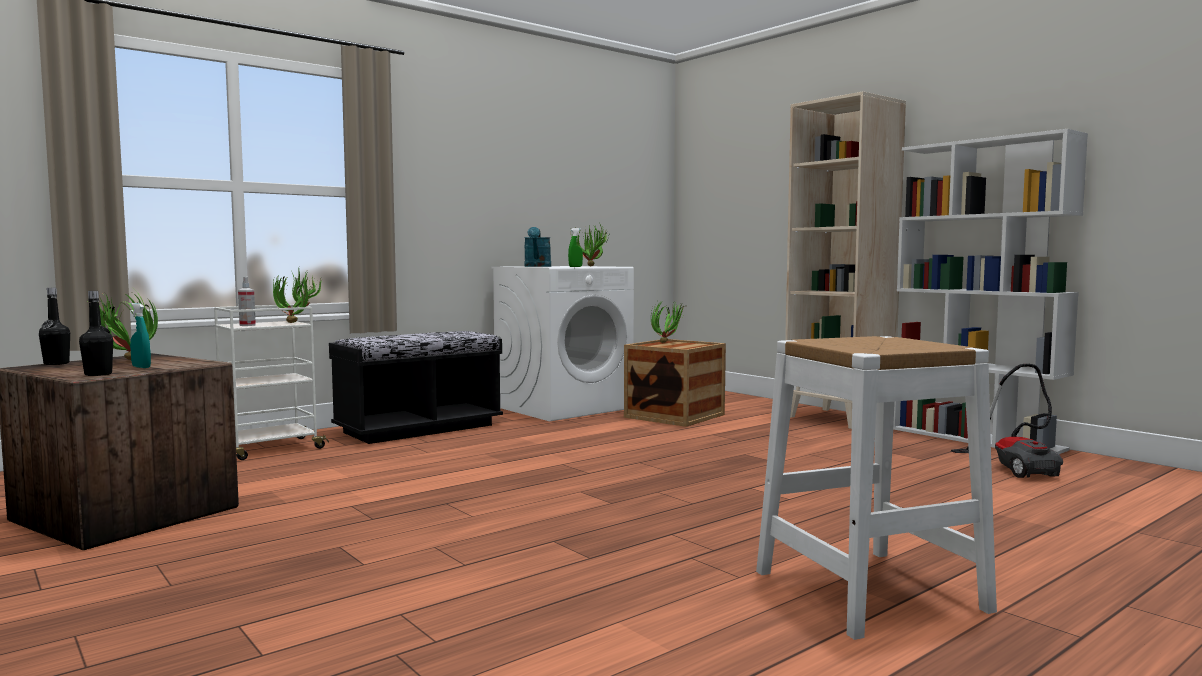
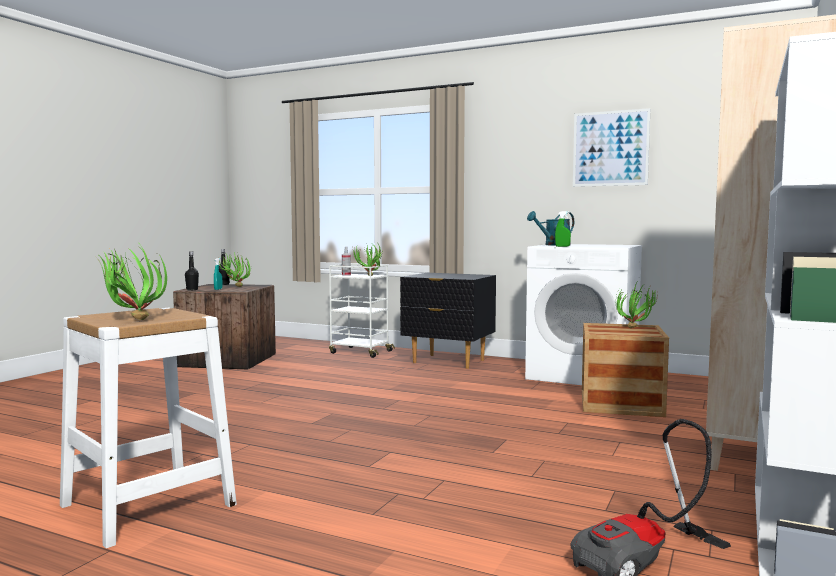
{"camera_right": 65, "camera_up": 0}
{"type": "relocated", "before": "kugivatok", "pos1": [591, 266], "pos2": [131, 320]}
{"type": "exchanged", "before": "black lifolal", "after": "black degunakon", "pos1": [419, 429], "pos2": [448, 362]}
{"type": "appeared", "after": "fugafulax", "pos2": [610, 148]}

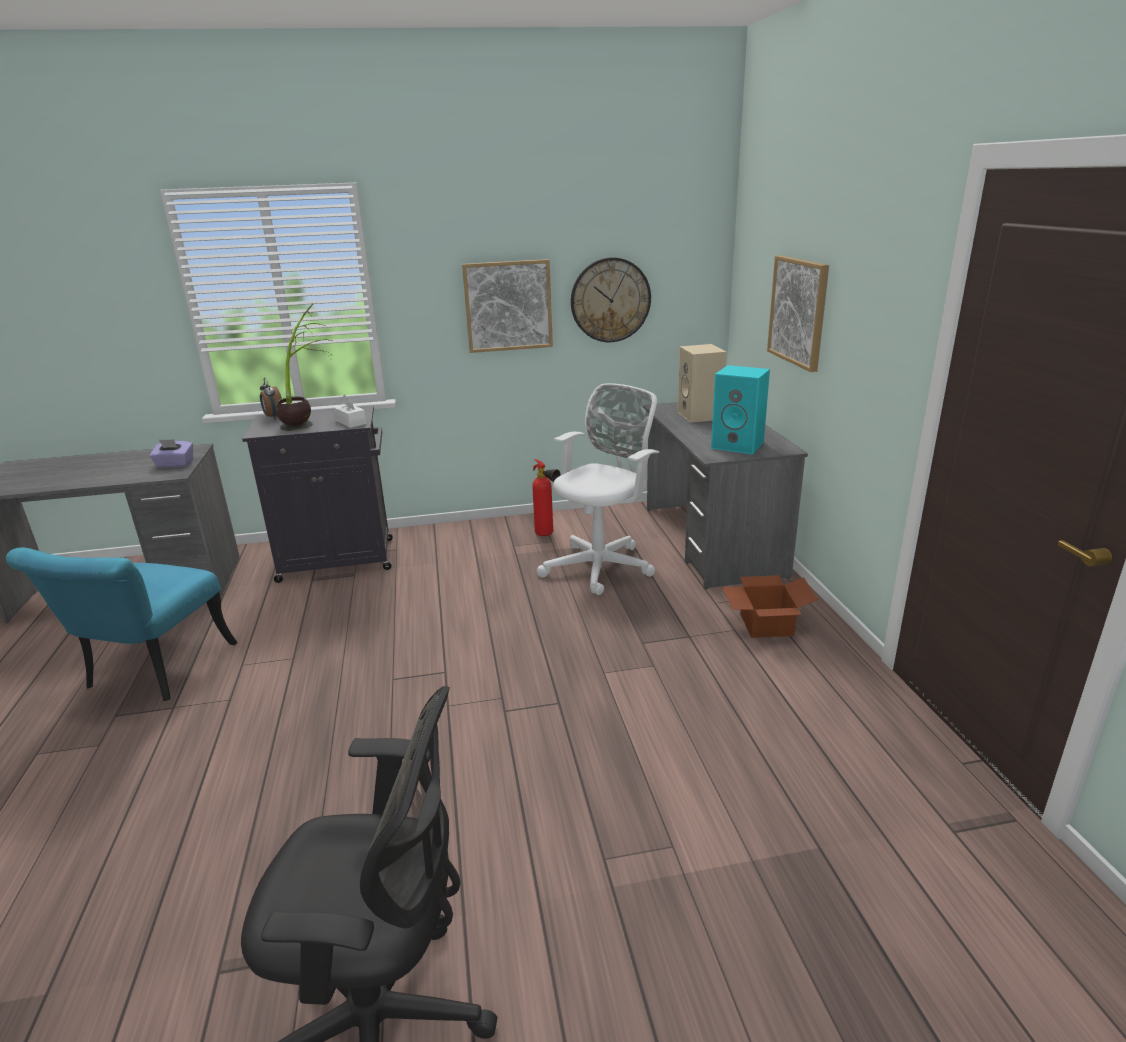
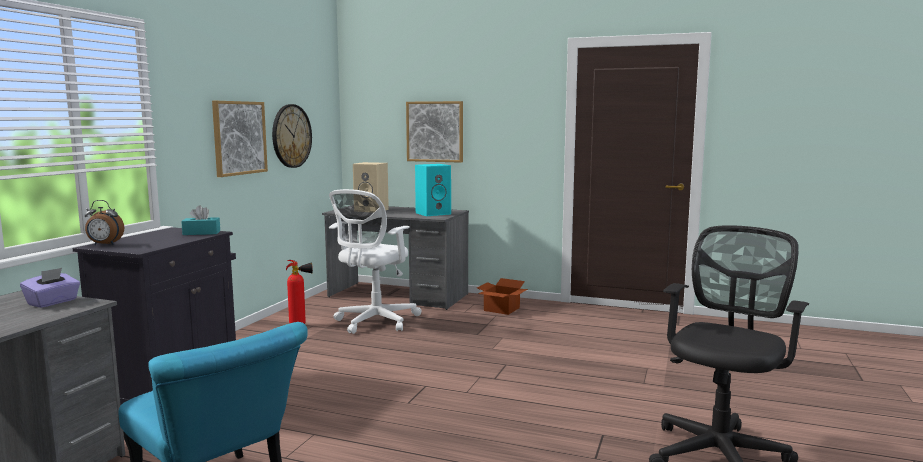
{"camera_right": -60, "camera_up": -15}
{"type": "missing", "before": "kugivatok", "pos1": [309, 420]}
{"type": "spun", "before": "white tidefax", "pos1": [602, 566], "pos2": [374, 322], "turn": -135}
{"type": "colour", "before": "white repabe", "after": "turquoise repabe", "pos1": [350, 422], "pos2": [201, 233]}

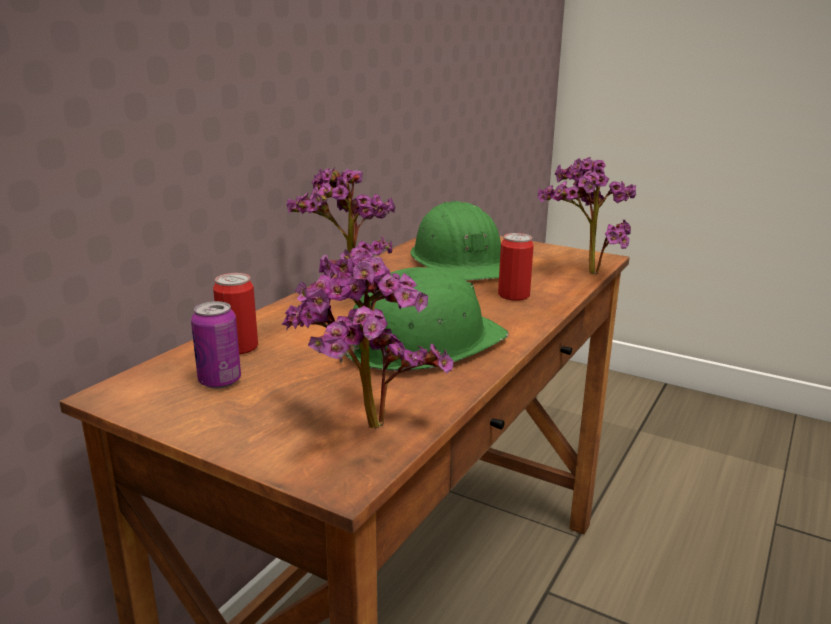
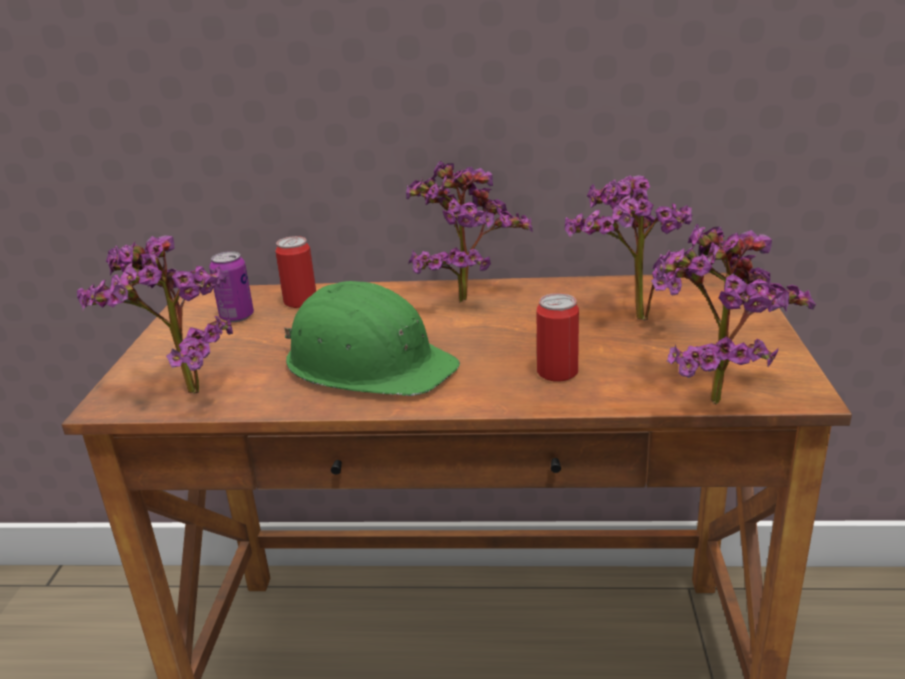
{"camera_right": 65, "camera_up": 5}
{"type": "exchanged", "before": "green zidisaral", "after": "kugivatok", "pos1": [460, 262], "pos2": [630, 317]}

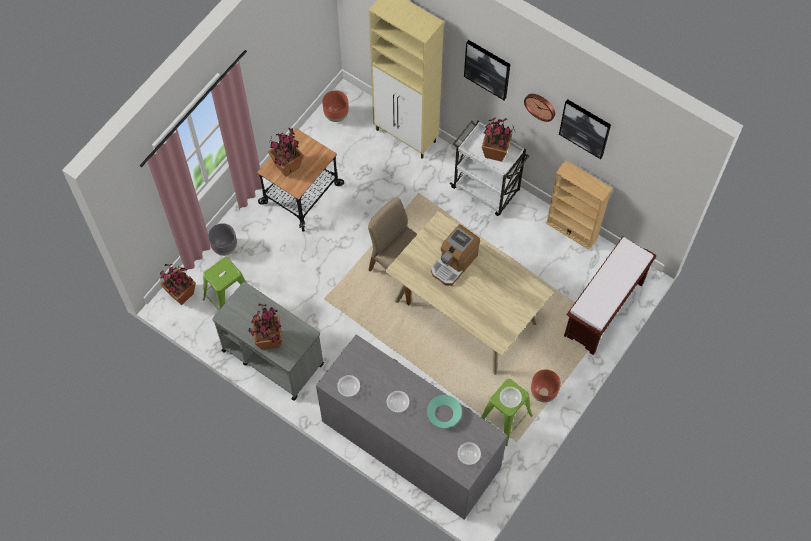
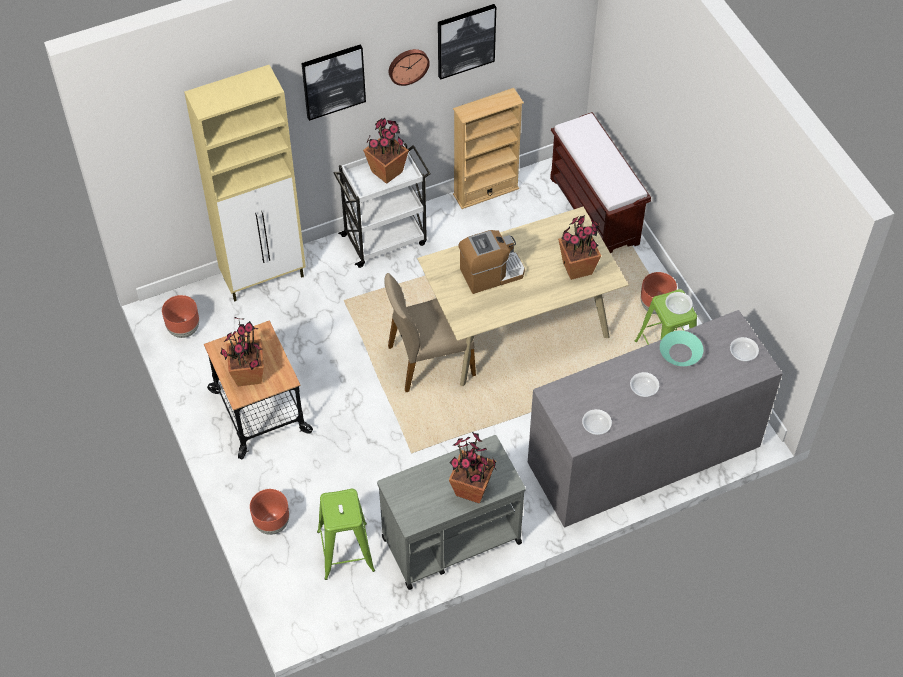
{"camera_right": -60, "camera_up": -10}
{"type": "colour", "before": "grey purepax", "after": "brown purepax", "pos1": [225, 247], "pos2": [271, 523]}
{"type": "spun", "before": "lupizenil", "pos1": [454, 263], "pos2": [491, 273], "turn": -90}
{"type": "relocated", "before": "kugivatok", "pos1": [182, 294], "pos2": [577, 268]}

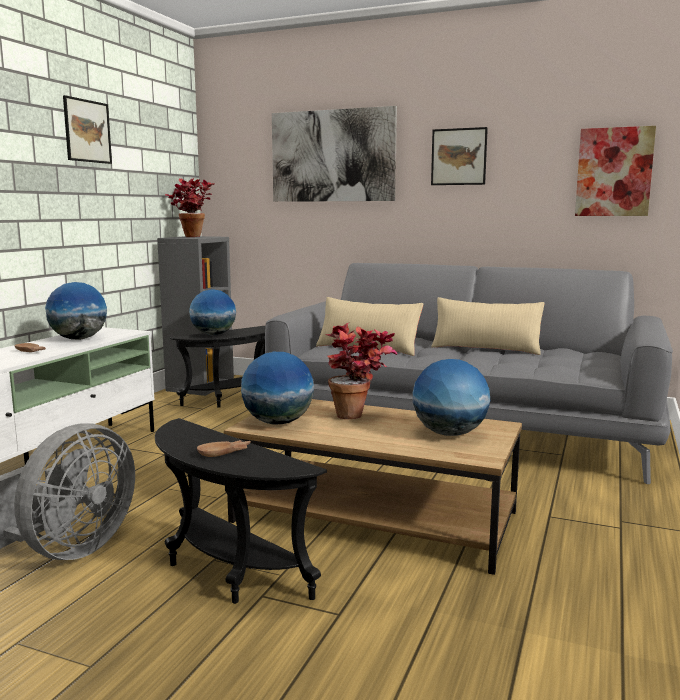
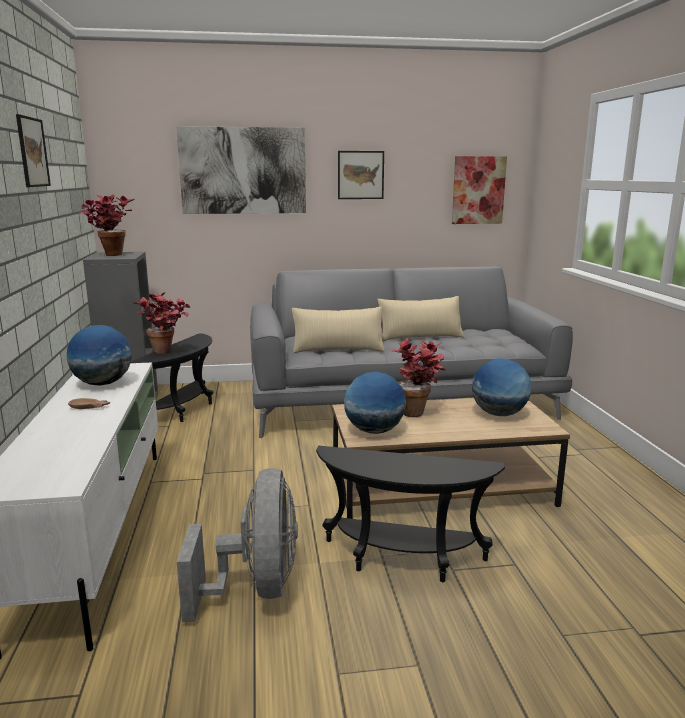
{"camera_right": -30, "camera_up": 5}
{"type": "exchanged", "before": "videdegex", "after": "kugivatok", "pos1": [213, 335], "pos2": [167, 353]}
{"type": "missing", "before": "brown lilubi", "pos1": [225, 453]}

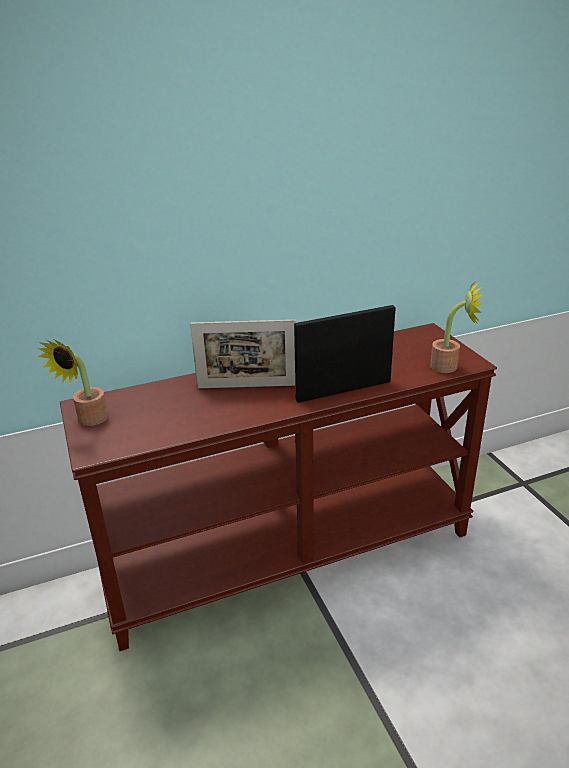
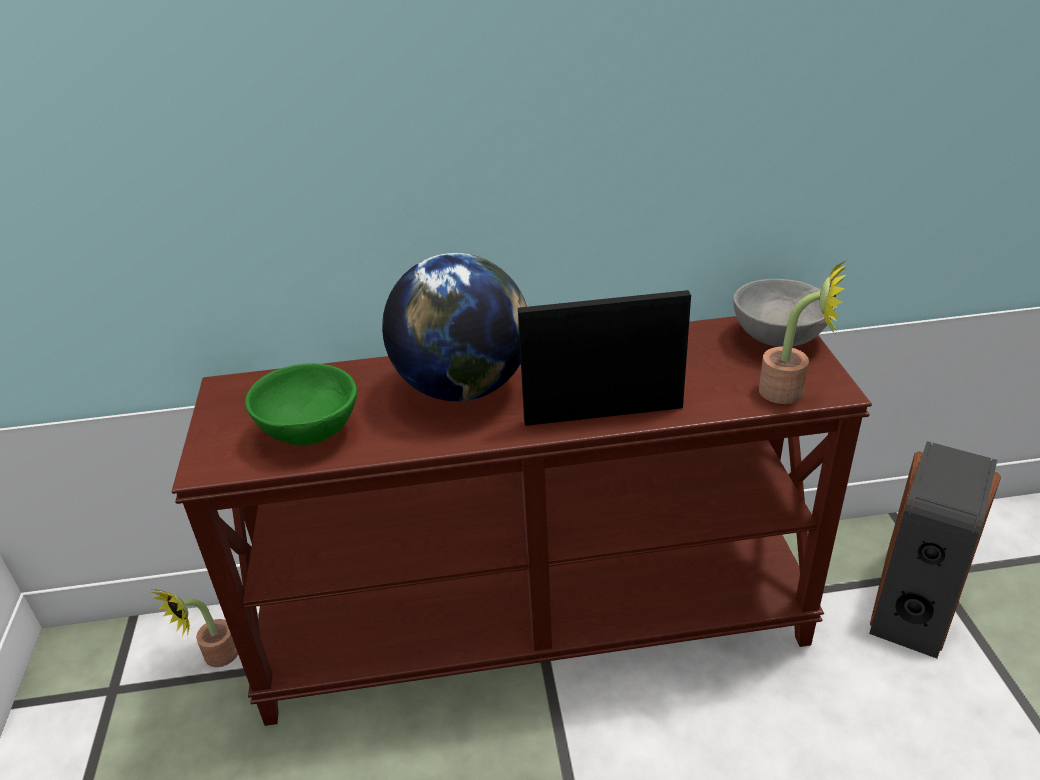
{"camera_right": 15, "camera_up": 5}
{"type": "exchanged", "before": "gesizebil", "after": "videdegex", "pos1": [247, 386], "pos2": [463, 387]}
{"type": "relocated", "before": "kugivatok", "pos1": [88, 420], "pos2": [215, 658]}
{"type": "appeared", "after": "grey lilubi", "pos2": [777, 337]}
{"type": "appeared", "after": "green lilubi", "pos2": [310, 430]}
{"type": "appeared", "after": "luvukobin", "pos2": [915, 601]}

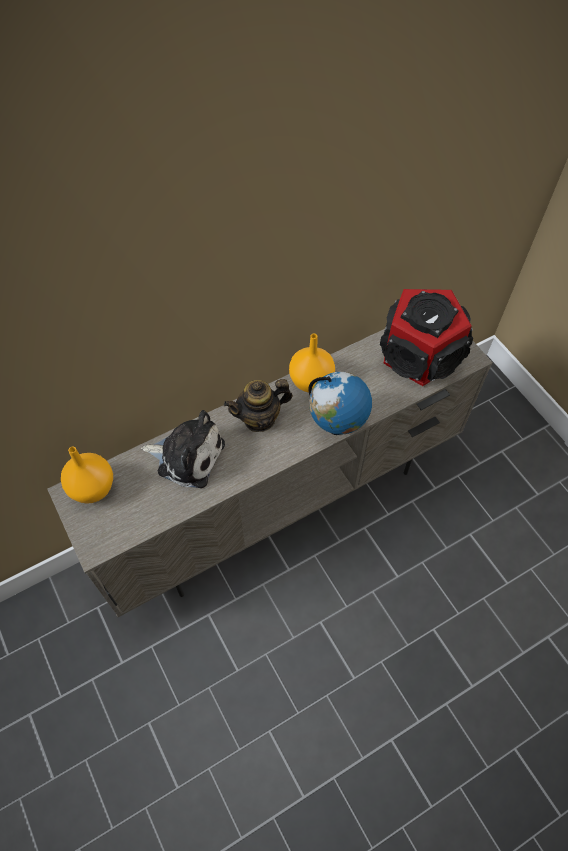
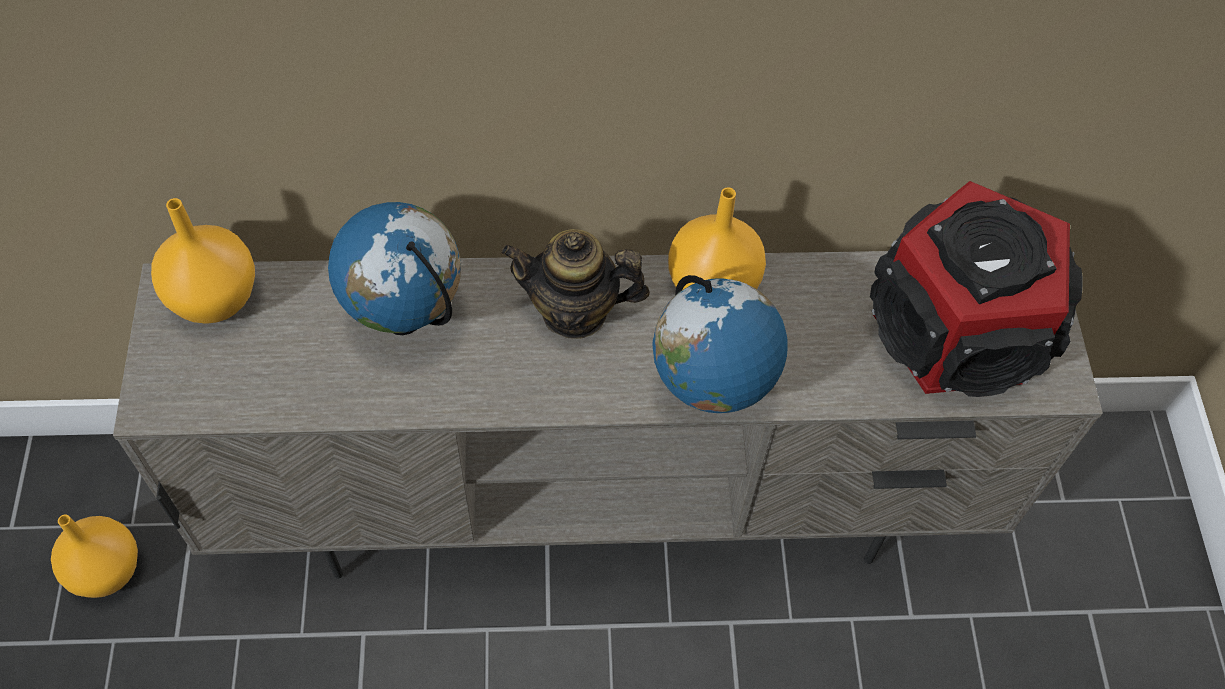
{"camera_right": 25, "camera_up": 0}
{"type": "exchanged", "before": "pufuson", "after": "videdegex", "pos1": [187, 456], "pos2": [406, 318]}
{"type": "appeared", "after": "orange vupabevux", "pos2": [107, 569]}

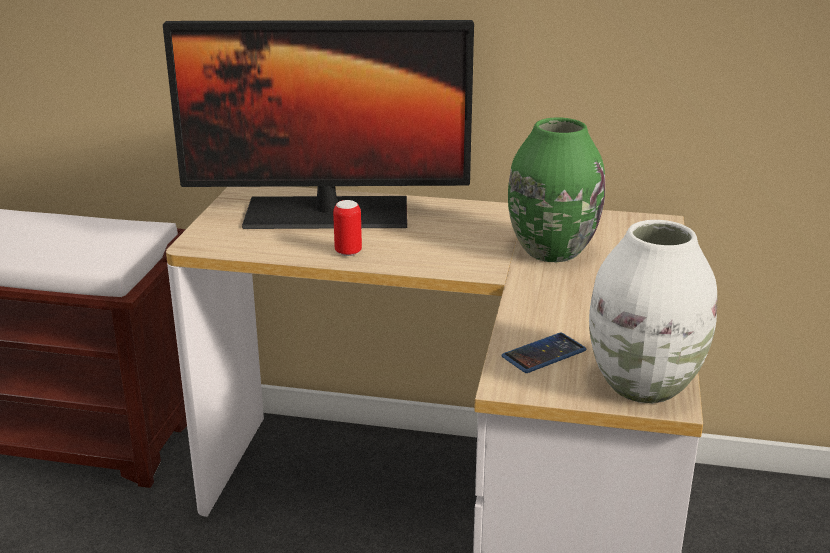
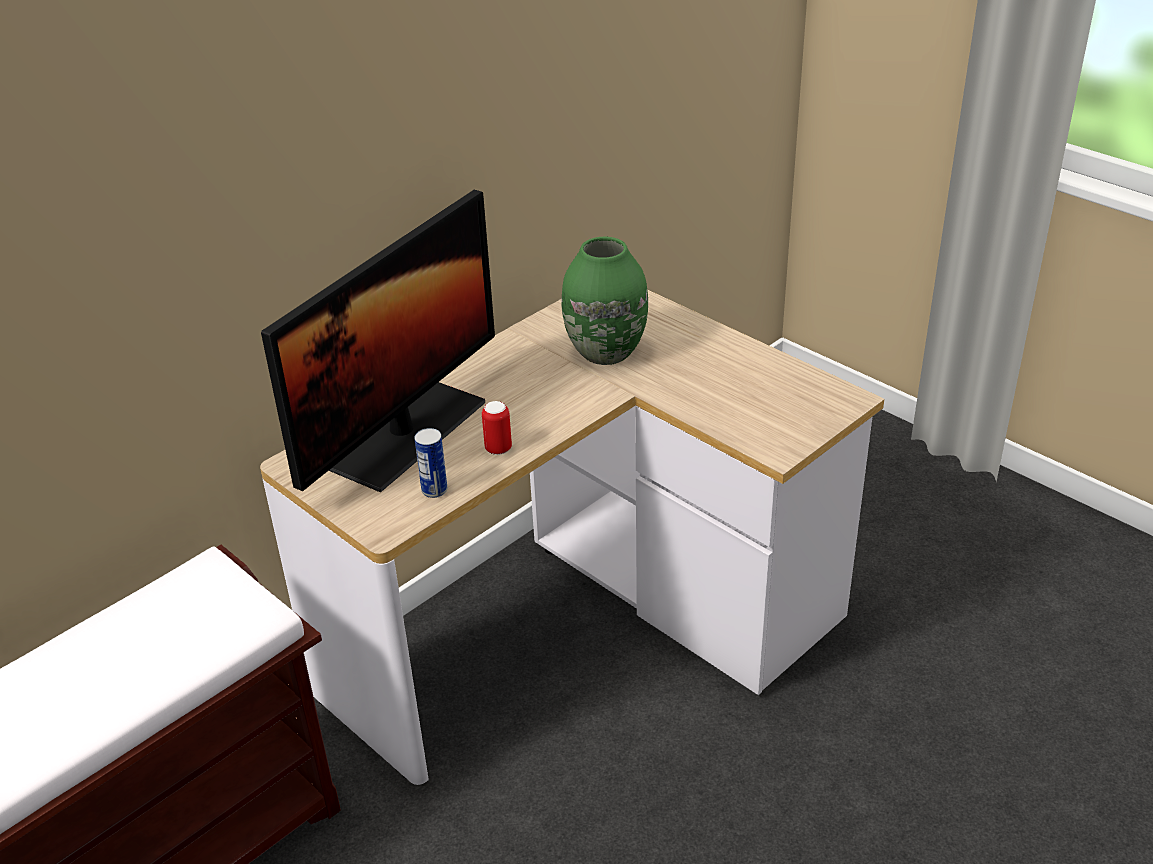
{"camera_right": -55, "camera_up": 10}
{"type": "missing", "before": "white vupabevux", "pos1": [644, 386]}
{"type": "missing", "before": "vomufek", "pos1": [544, 354]}
{"type": "appeared", "after": "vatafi", "pos2": [434, 490]}

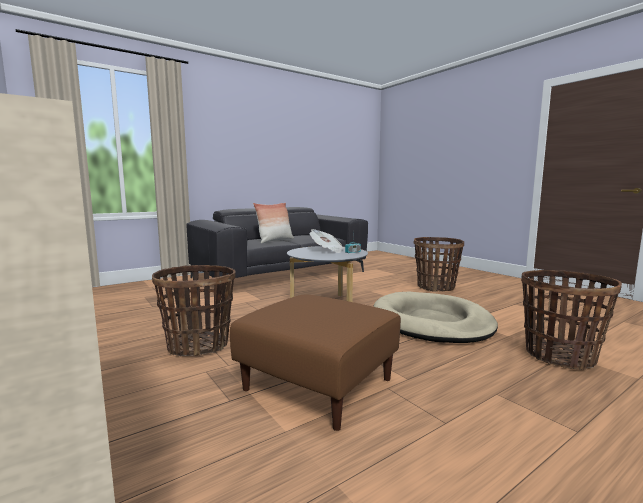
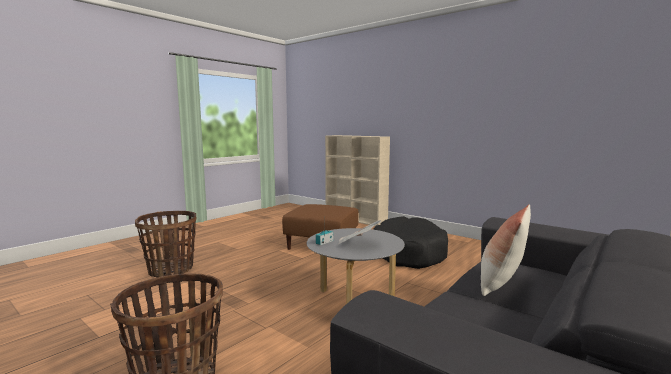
{"camera_right": 165, "camera_up": 0}
{"type": "exchanged", "before": "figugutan", "after": "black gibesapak", "pos1": [198, 345], "pos2": [408, 253]}
{"type": "missing", "before": "beige gibesapak", "pos1": [431, 322]}

